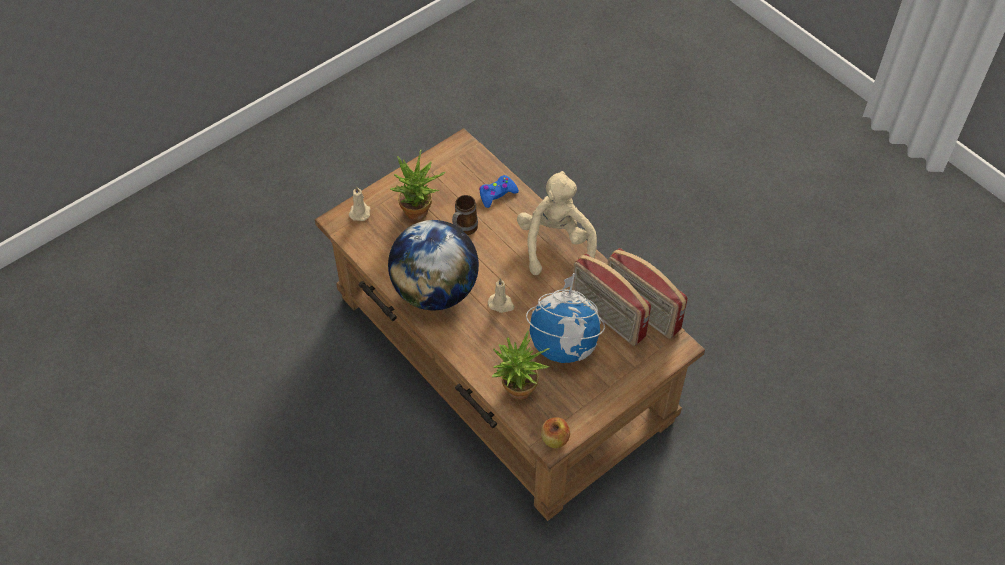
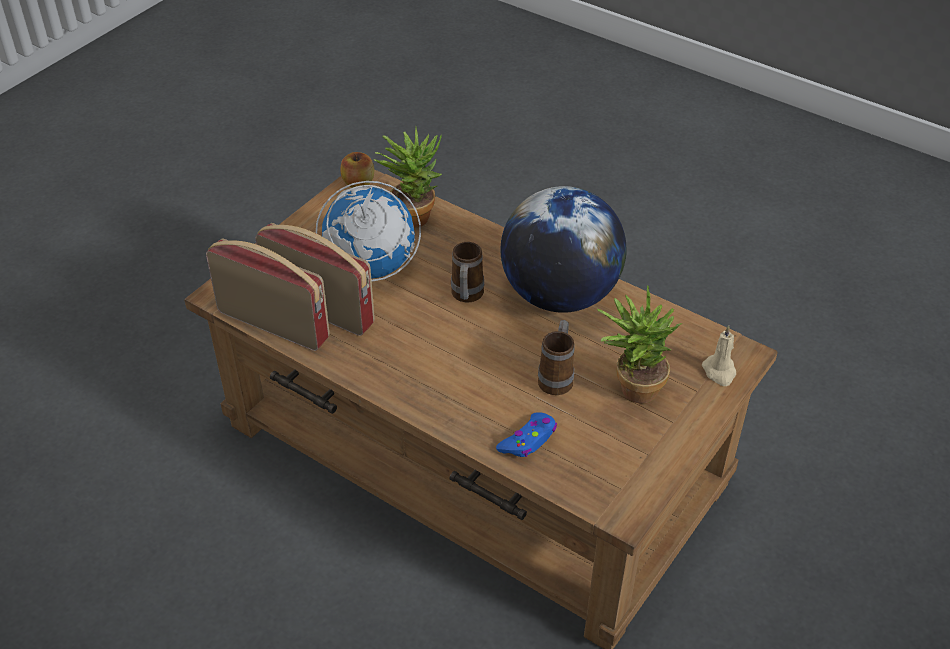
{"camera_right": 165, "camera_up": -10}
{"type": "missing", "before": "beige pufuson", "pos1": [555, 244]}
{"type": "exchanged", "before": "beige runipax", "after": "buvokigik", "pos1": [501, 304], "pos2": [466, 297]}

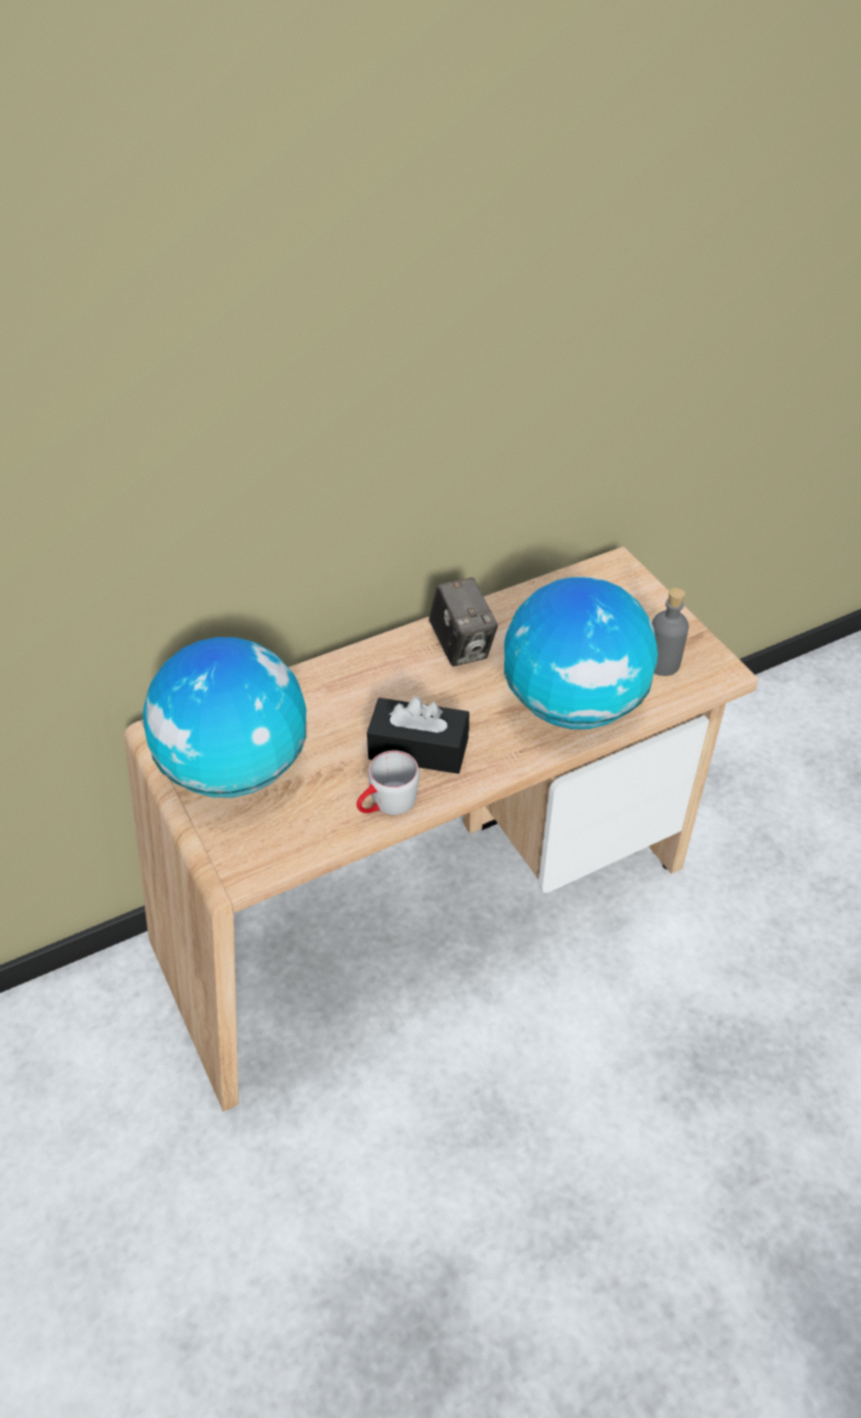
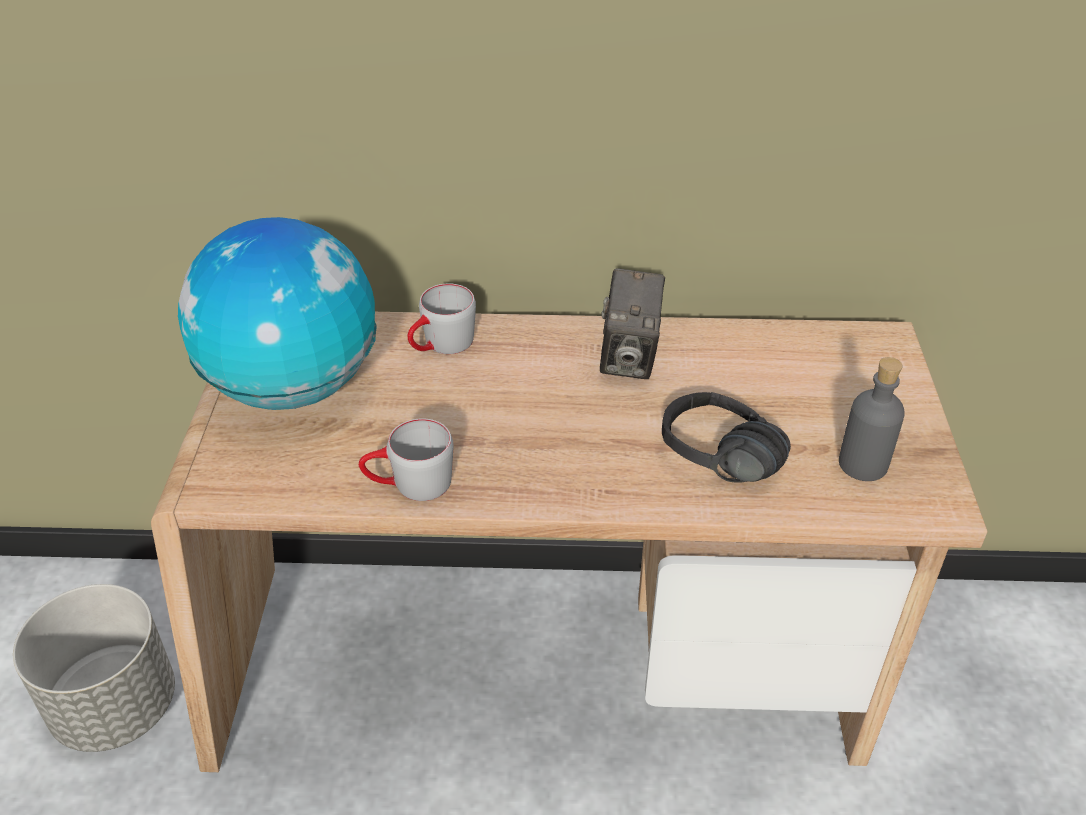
{"camera_right": 30, "camera_up": -5}
{"type": "exchanged", "before": "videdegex", "after": "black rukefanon", "pos1": [573, 705], "pos2": [711, 467]}
{"type": "missing", "before": "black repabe", "pos1": [418, 749]}
{"type": "appeared", "after": "grey buvokigik", "pos2": [441, 346]}
{"type": "appeared", "after": "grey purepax", "pos2": [116, 706]}

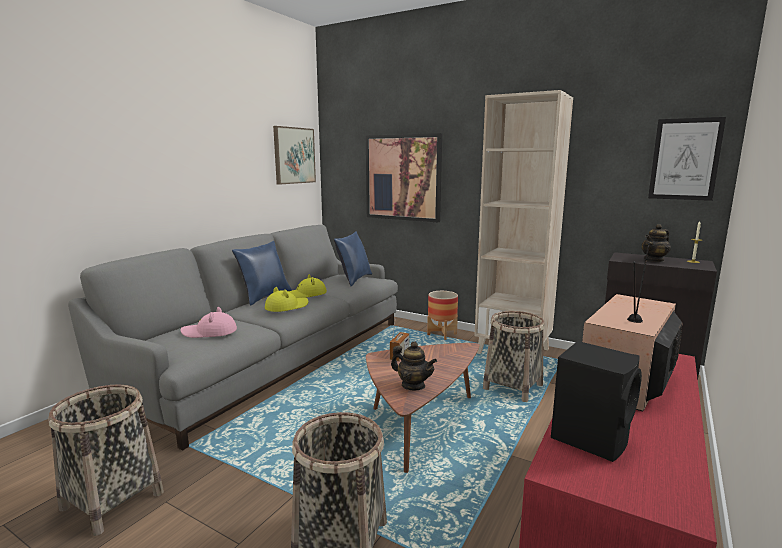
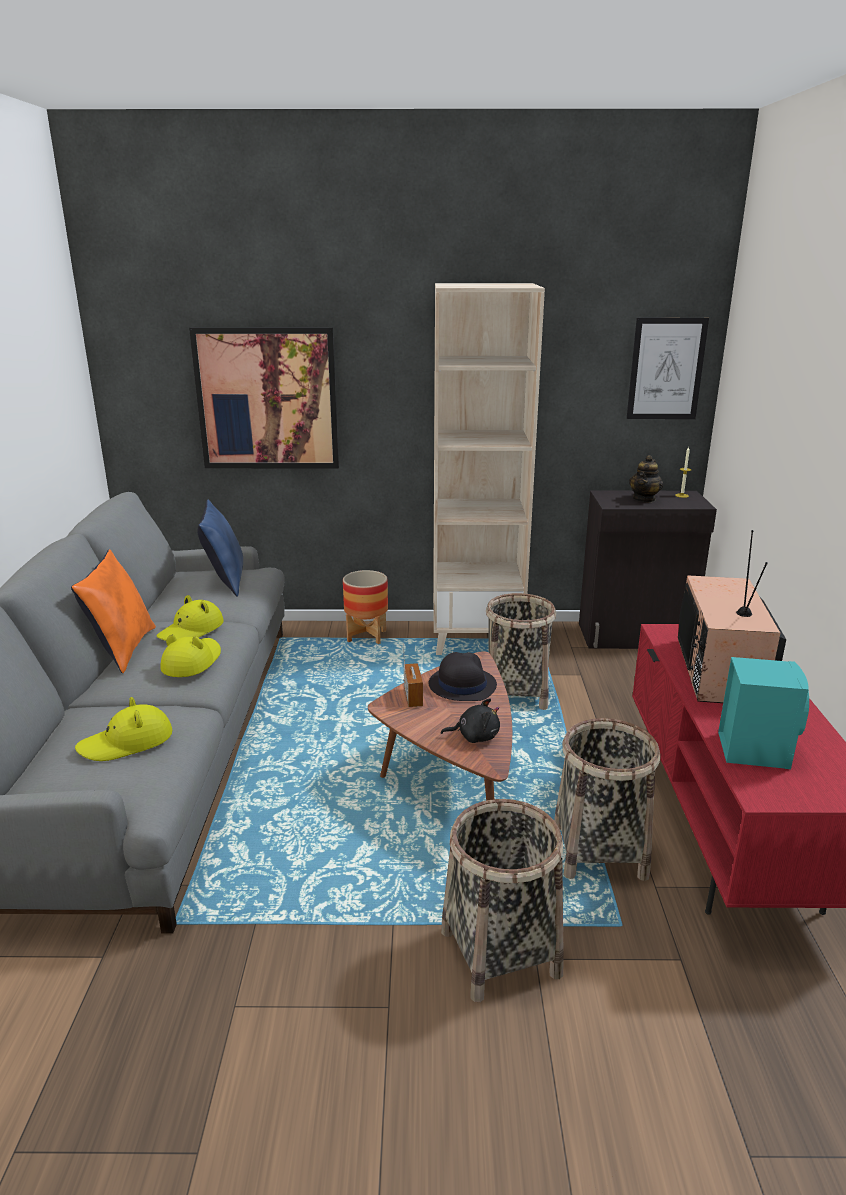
{"camera_right": -30, "camera_up": 10}
{"type": "missing", "before": "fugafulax", "pos1": [294, 155]}
{"type": "colour", "before": "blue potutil", "after": "orange potutil", "pos1": [265, 296], "pos2": [123, 649]}
{"type": "colour", "before": "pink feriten", "after": "yellow feriten", "pos1": [209, 332], "pos2": [127, 742]}
{"type": "exchanged", "before": "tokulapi", "after": "black pufuson", "pos1": [413, 385], "pos2": [475, 736]}
{"type": "colour", "before": "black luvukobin", "after": "turquoise luvukobin", "pos1": [591, 437], "pos2": [753, 749]}
{"type": "relocated", "before": "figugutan", "pos1": [112, 501], "pos2": [599, 851]}
{"type": "appeared", "after": "black feriten", "pos2": [462, 684]}

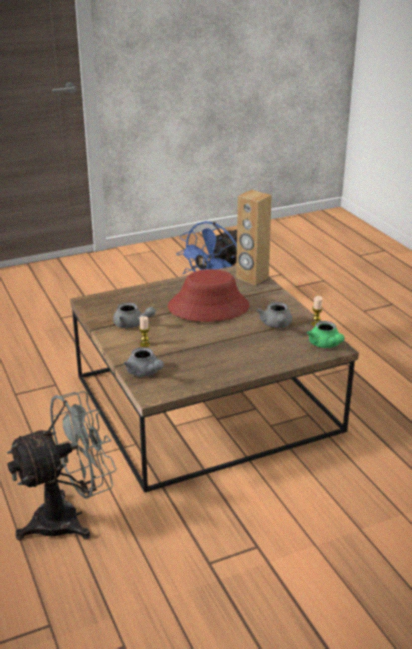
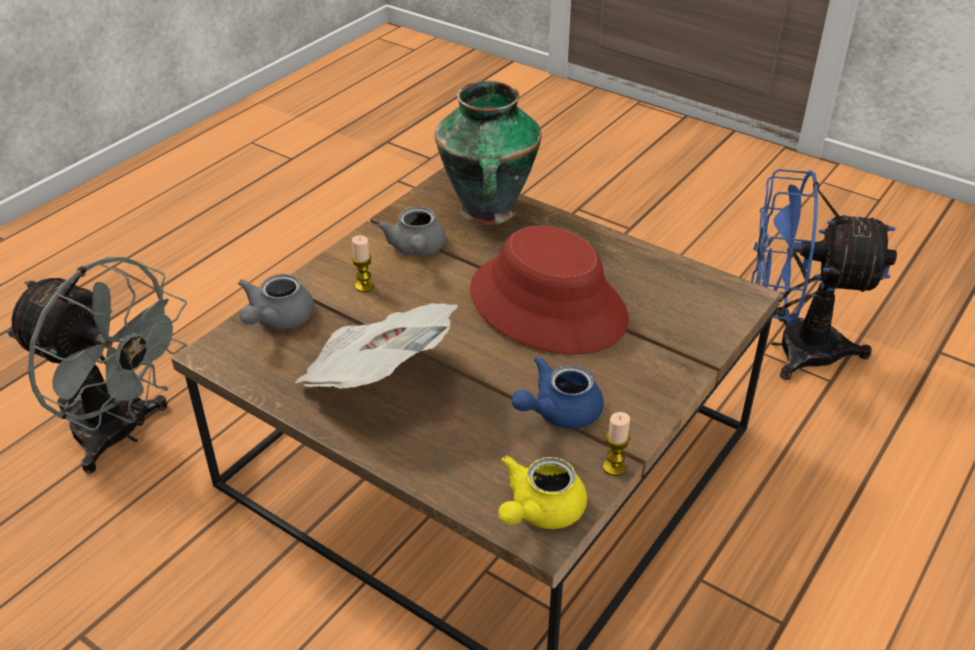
{"camera_right": 60, "camera_up": 10}
{"type": "missing", "before": "brown luvukobin", "pos1": [252, 278]}
{"type": "colour", "before": "grey tokulapi", "after": "blue tokulapi", "pos1": [276, 325], "pos2": [558, 412]}
{"type": "colour", "before": "green tokulapi", "after": "yellow tokulapi", "pos1": [326, 345], "pos2": [539, 511]}
{"type": "appeared", "after": "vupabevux", "pos2": [488, 211]}
{"type": "appeared", "after": "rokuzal", "pos2": [378, 376]}

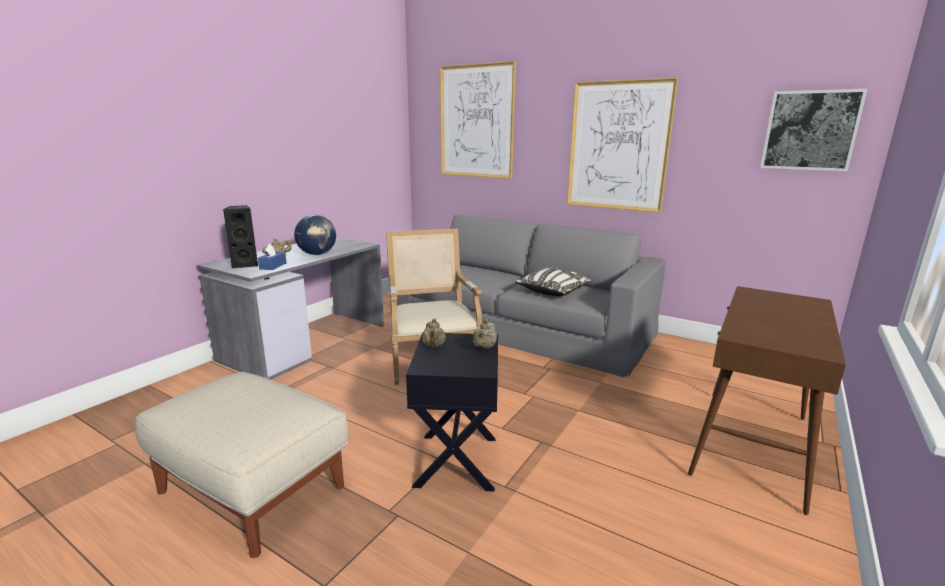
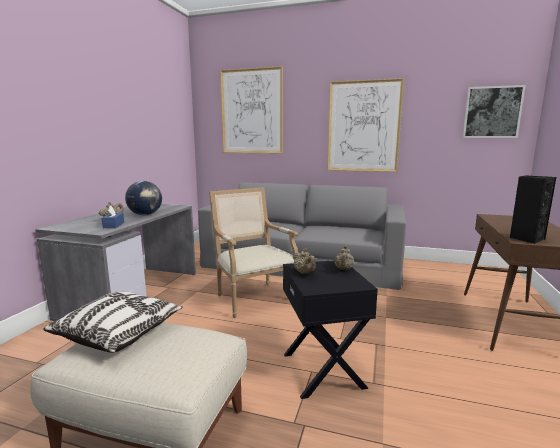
{"camera_right": -15, "camera_up": -5}
{"type": "relocated", "before": "black luvukobin", "pos1": [246, 264], "pos2": [526, 239]}
{"type": "relocated", "before": "potutil", "pos1": [553, 291], "pos2": [119, 333]}

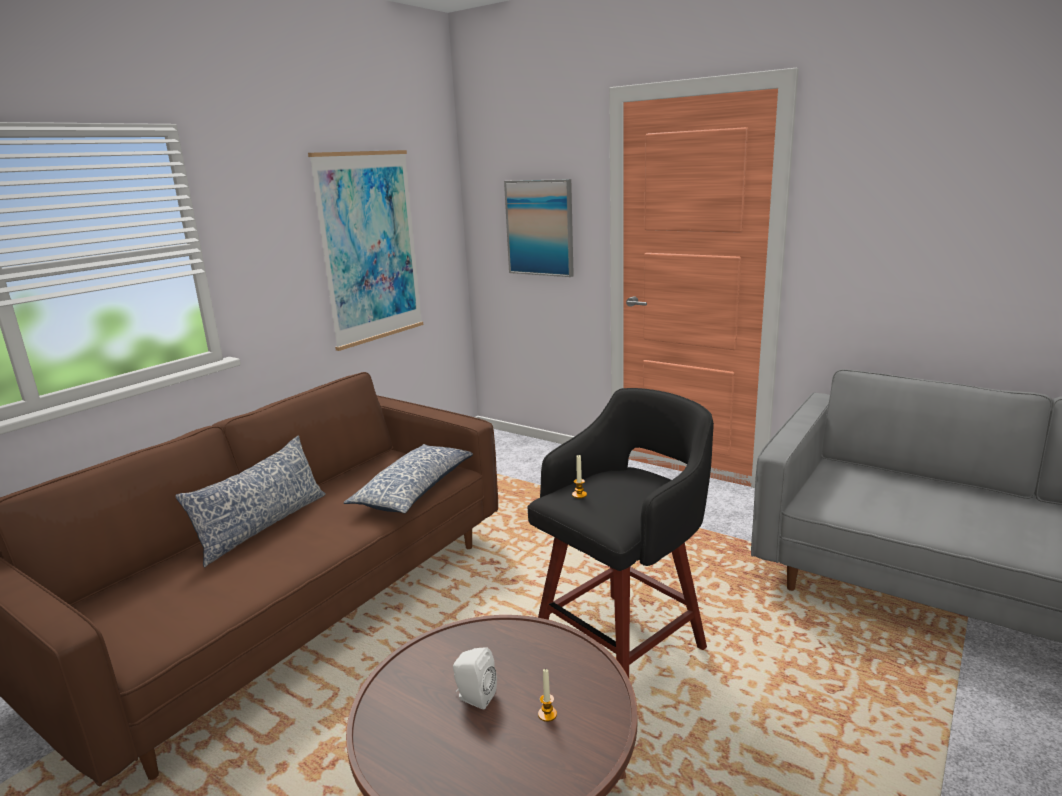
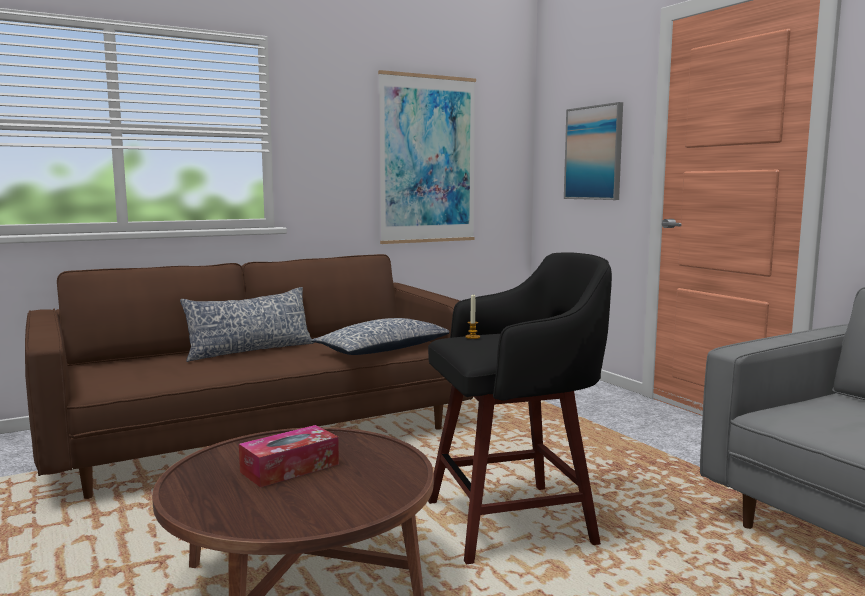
{"camera_right": 25, "camera_up": -10}
{"type": "exchanged", "before": "white luvukobin", "after": "repabe", "pos1": [474, 697], "pos2": [290, 468]}
{"type": "missing", "before": "runipax", "pos1": [547, 714]}

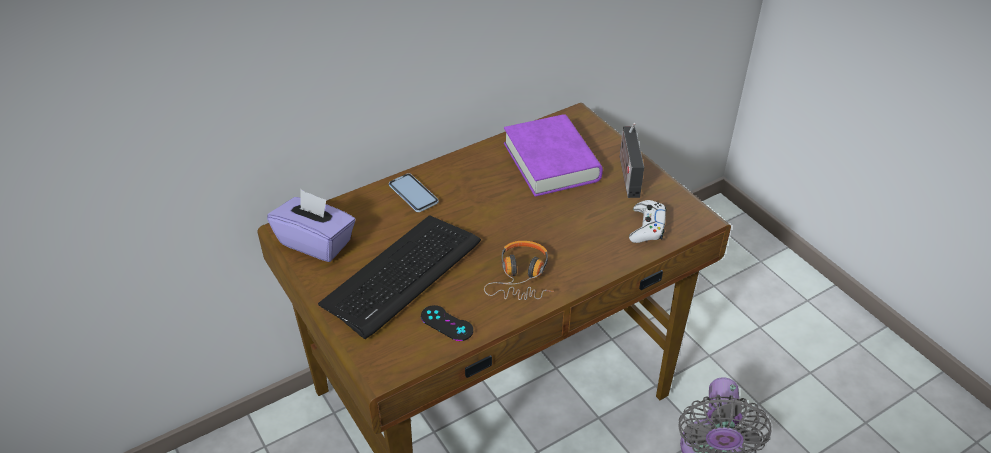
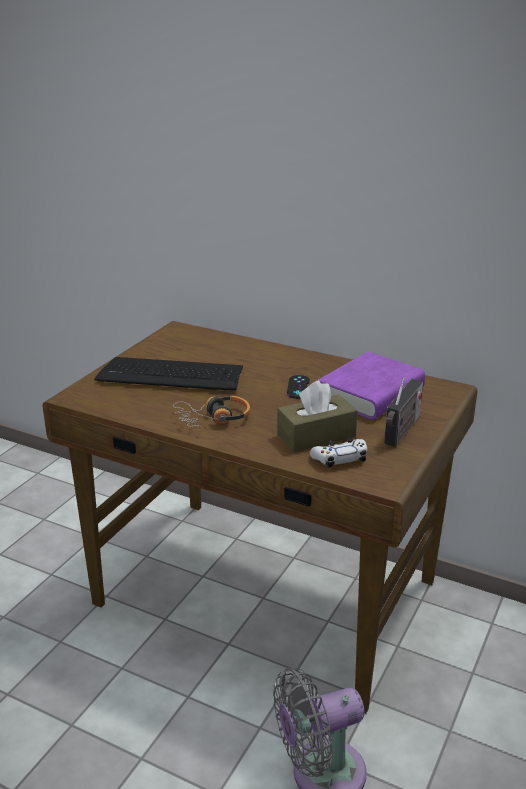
{"camera_right": 60, "camera_up": -15}
{"type": "spun", "before": "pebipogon", "pos1": [627, 174], "pos2": [402, 431], "turn": 150}
{"type": "missing", "before": "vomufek", "pos1": [413, 194]}
{"type": "missing", "before": "purple repabe", "pos1": [316, 242]}
{"type": "relocated", "before": "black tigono", "pos1": [446, 323], "pos2": [298, 387]}
{"type": "appeared", "after": "brown repabe", "pos2": [316, 435]}

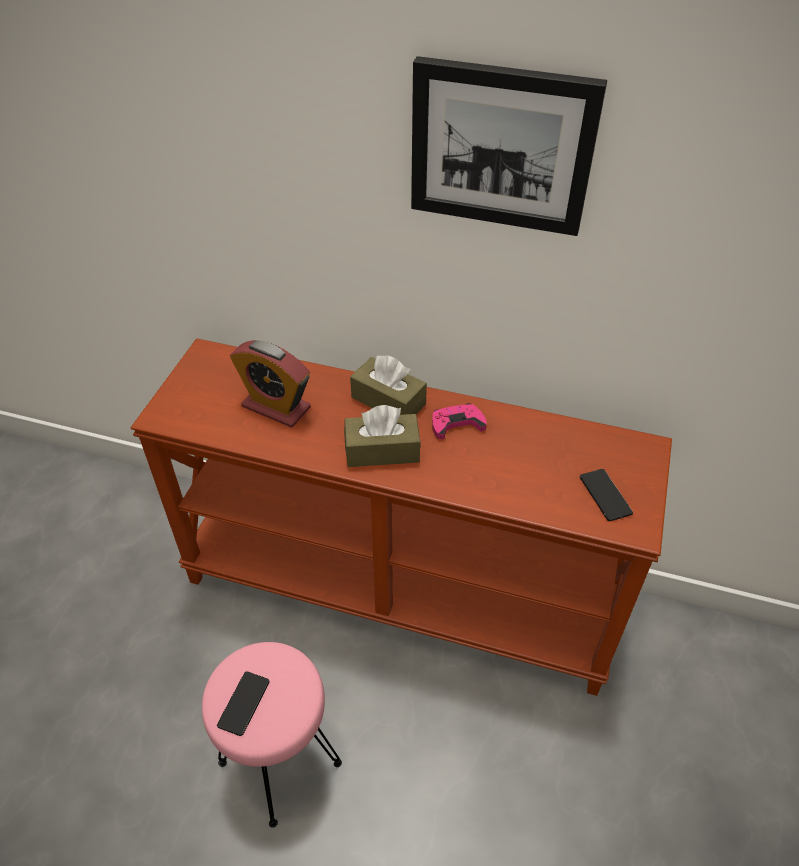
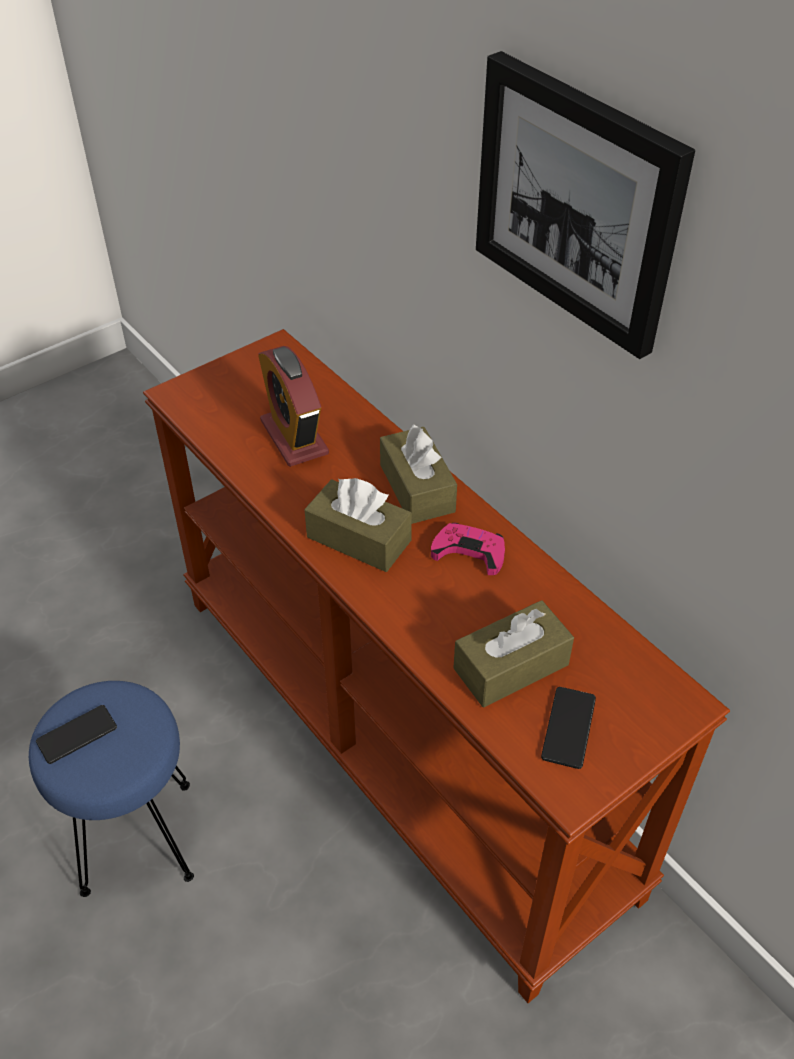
{"camera_right": 35, "camera_up": 0}
{"type": "colour", "before": "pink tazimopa", "after": "blue tazimopa", "pos1": [281, 761], "pos2": [139, 838]}
{"type": "appeared", "after": "brown repabe", "pos2": [511, 666]}

